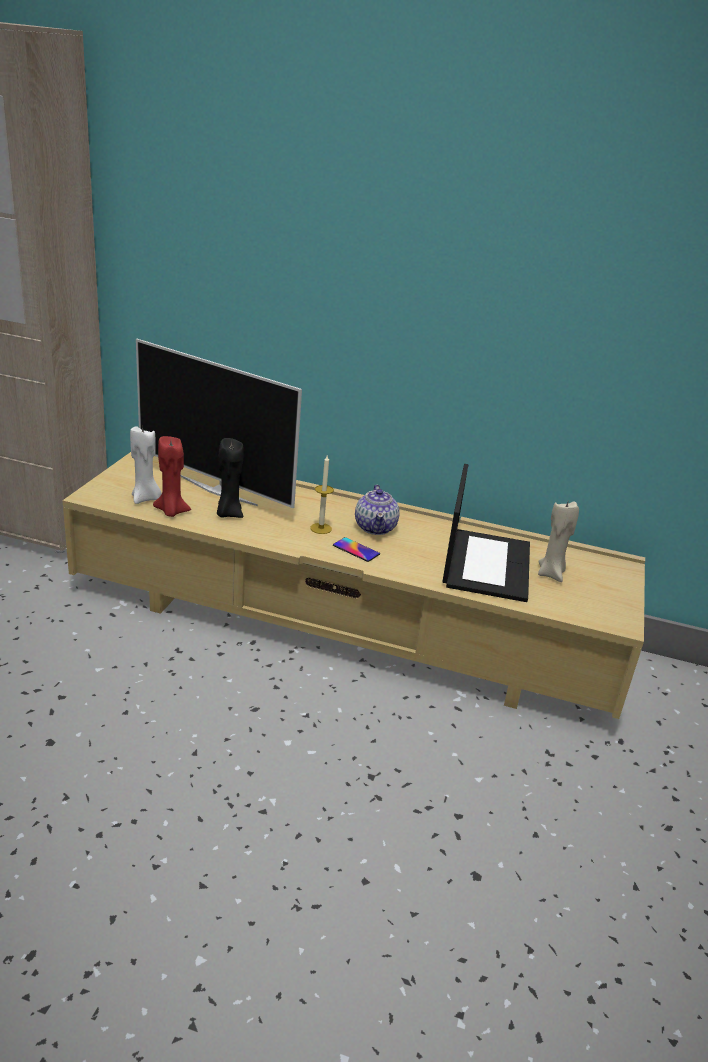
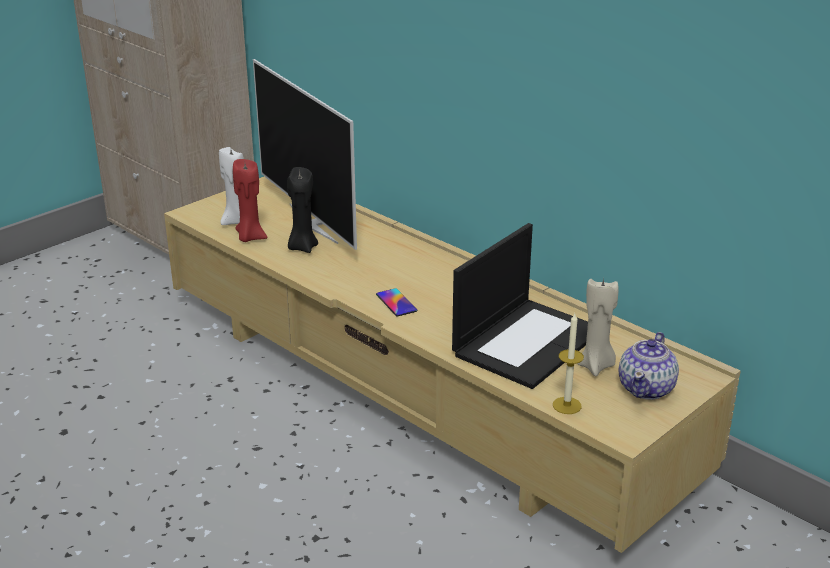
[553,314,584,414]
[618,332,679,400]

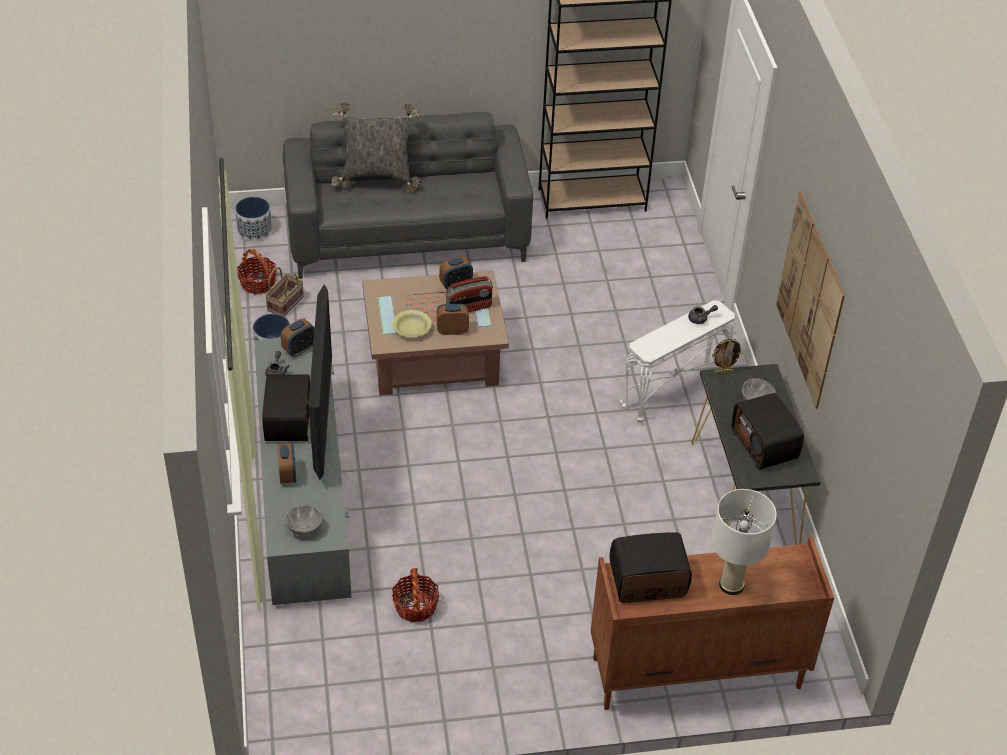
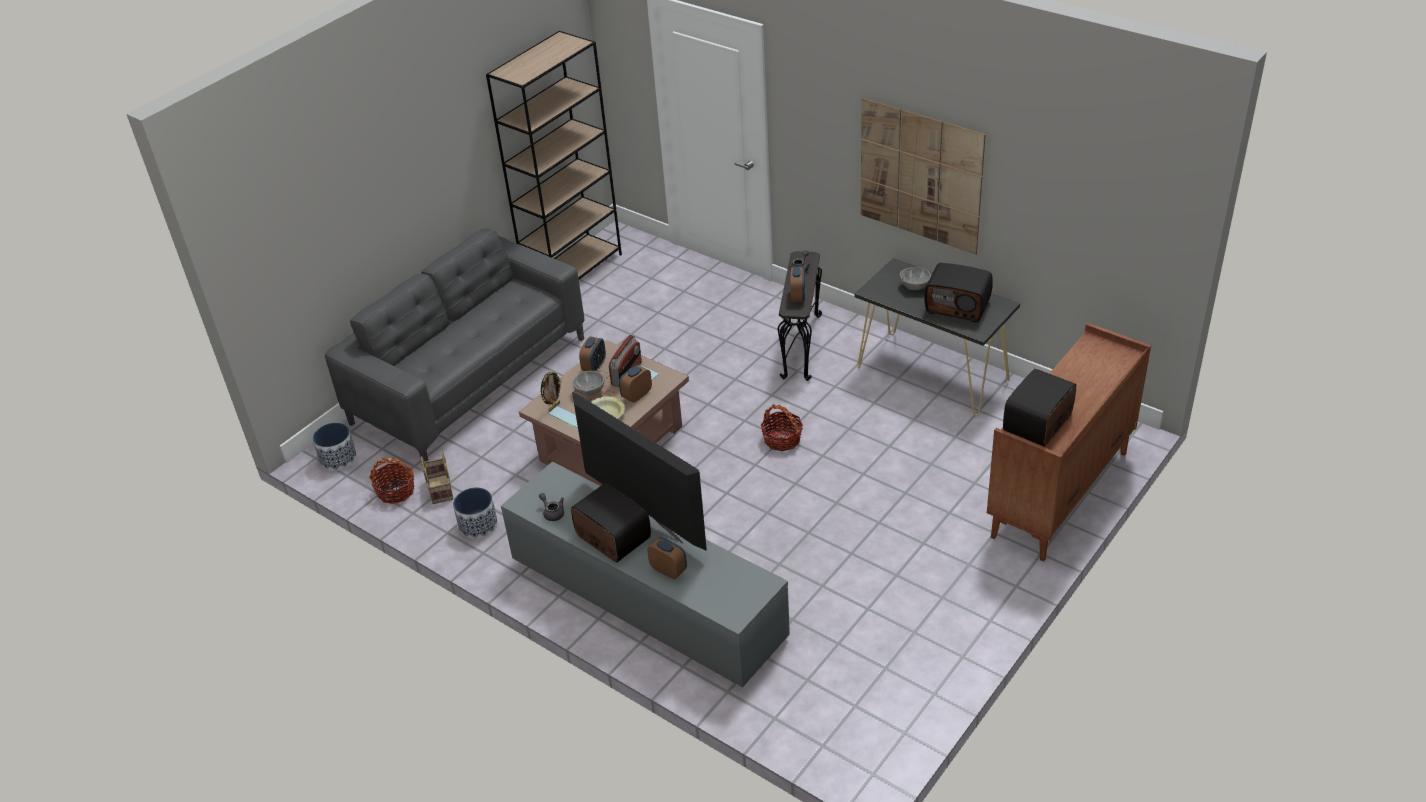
[331,103,422,193] (first image)
[778,251,822,381]
[791,267,805,302]
[541,371,562,412]
[712,489,777,595] (first image)
[572,371,604,396]
[760,404,803,451]

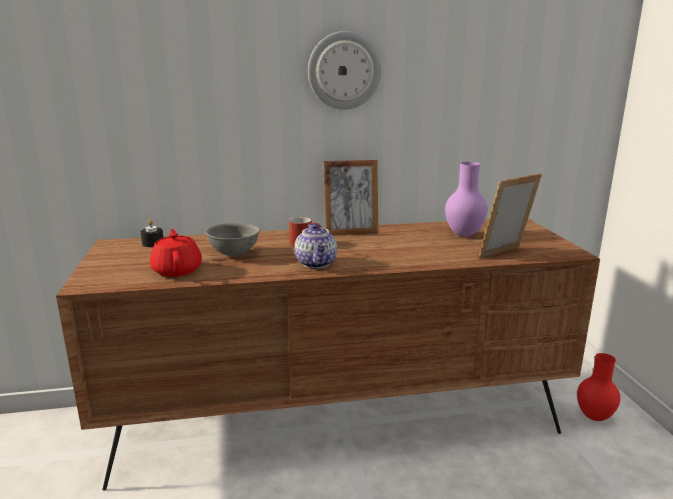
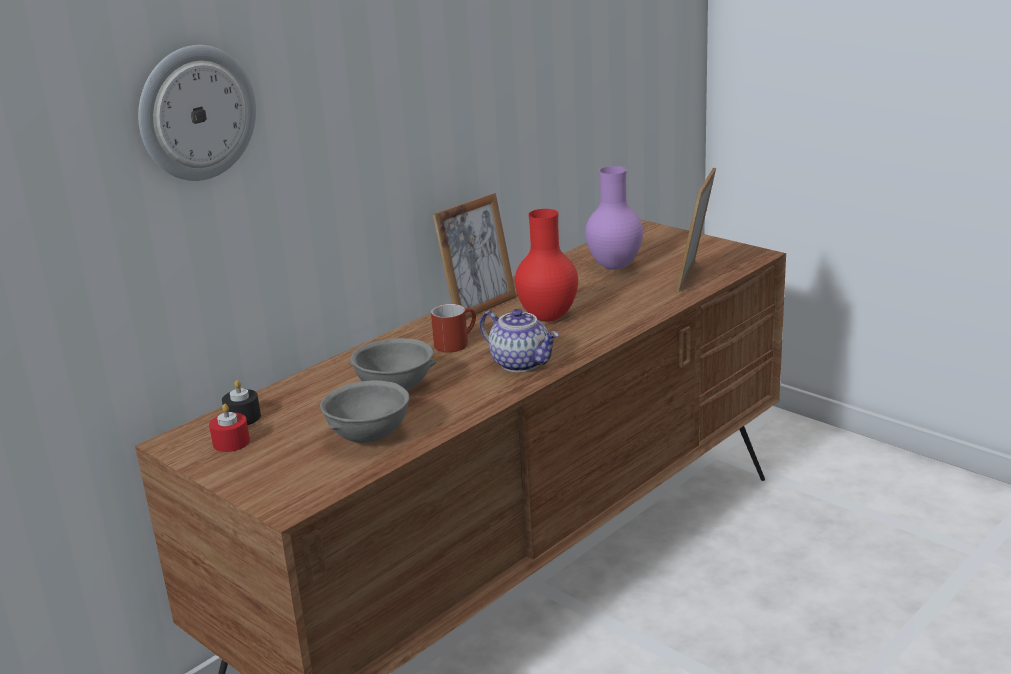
[138,45,256,181]
[320,380,409,443]
[515,209,578,322]
[209,404,250,452]

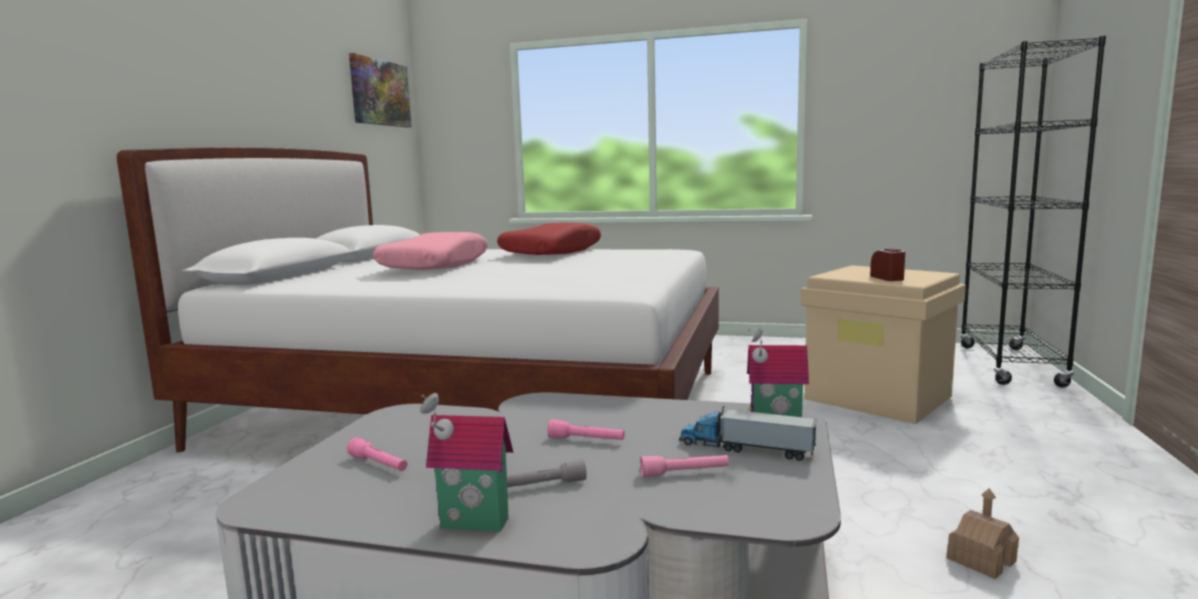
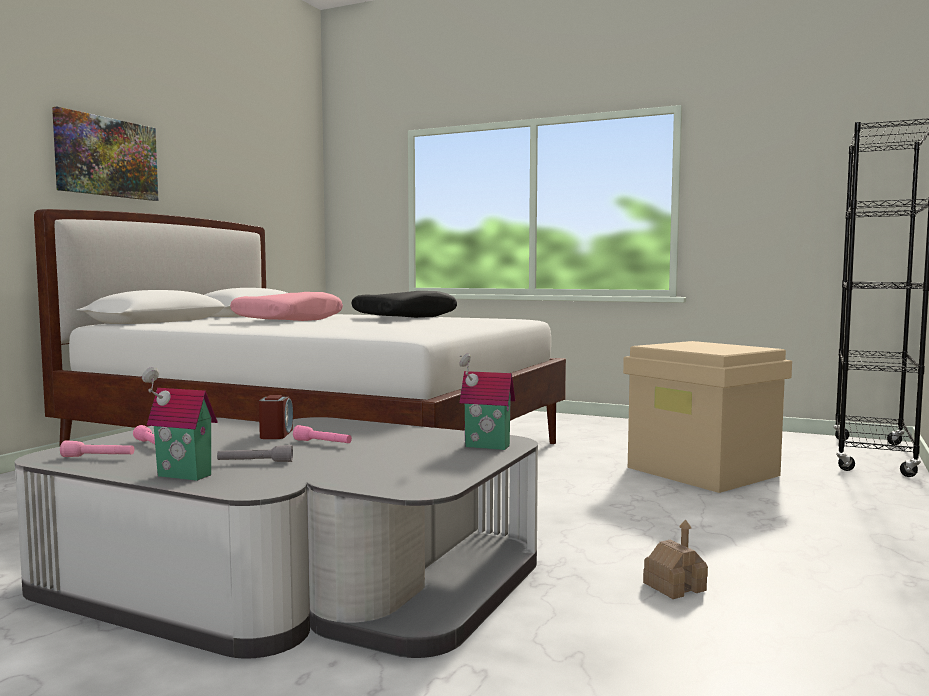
[52,107,158,201]
[351,291,457,318]
[259,395,293,439]
[679,406,817,461] (first image)
[60,440,134,457]

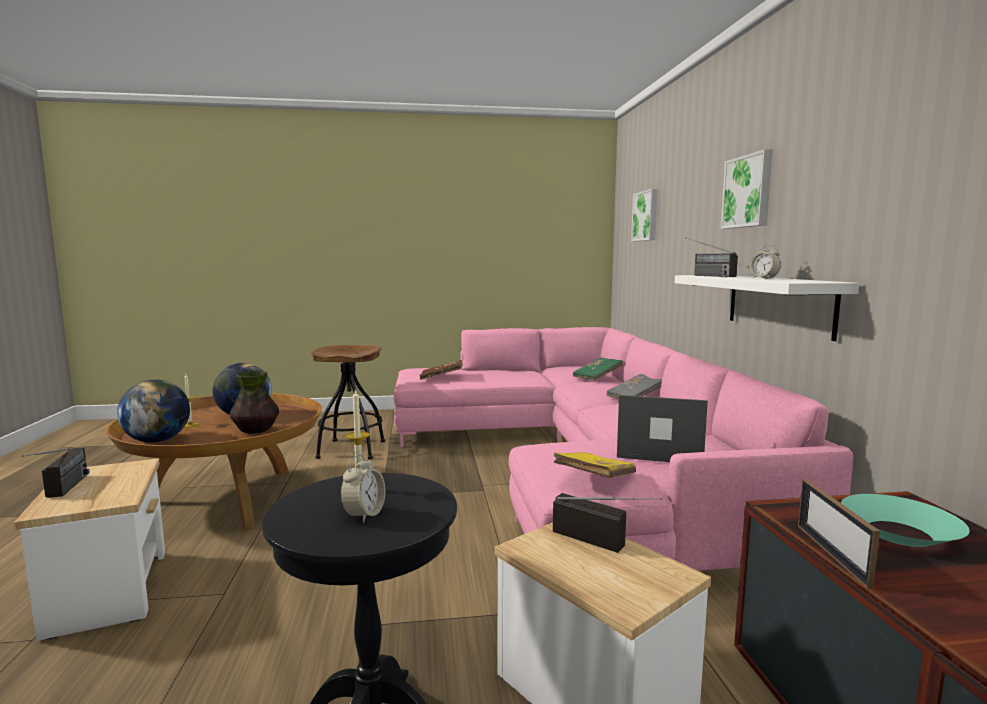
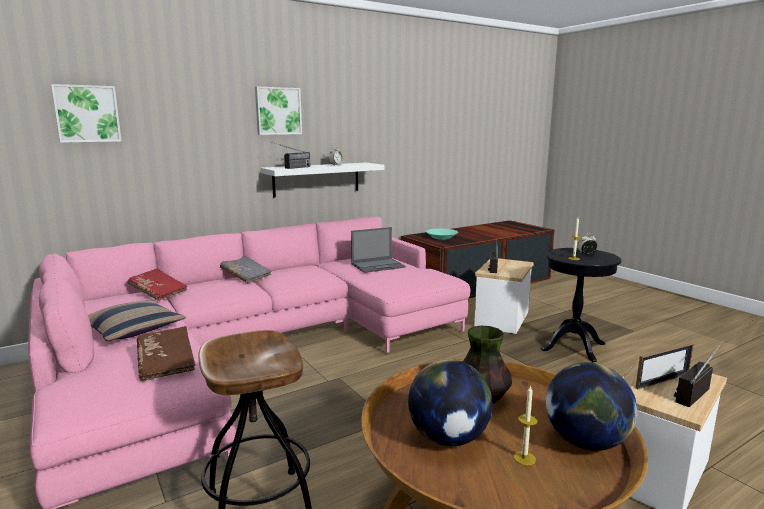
[128,269,188,301]
[351,227,406,273]
[553,452,636,478] (first image)
[635,343,693,389]
[88,299,186,341]

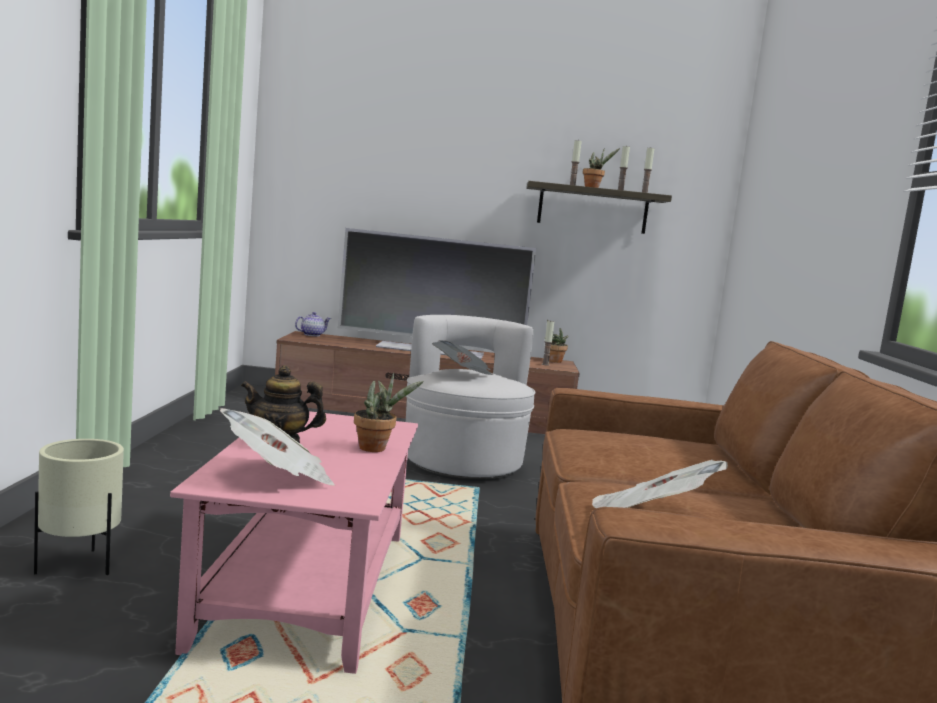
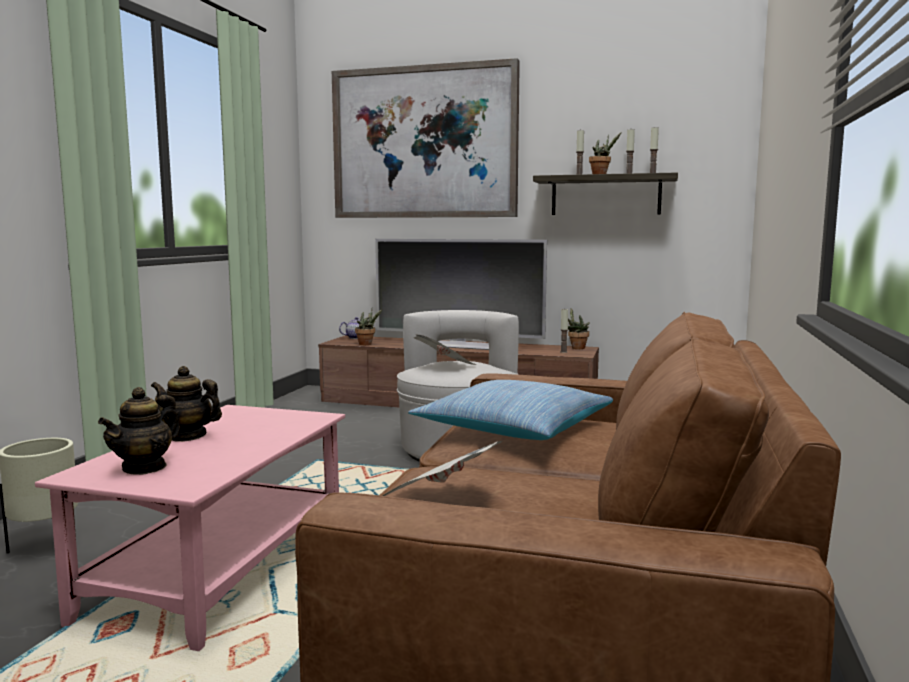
[355,308,383,345]
[98,387,180,475]
[332,58,520,218]
[408,380,613,440]

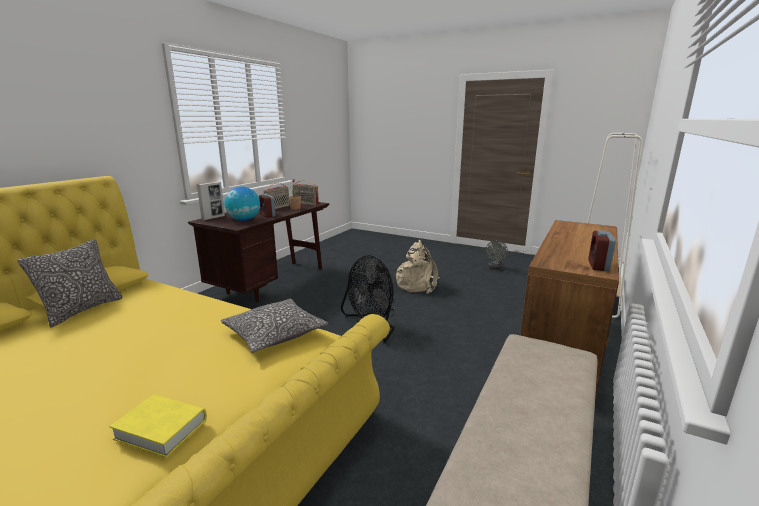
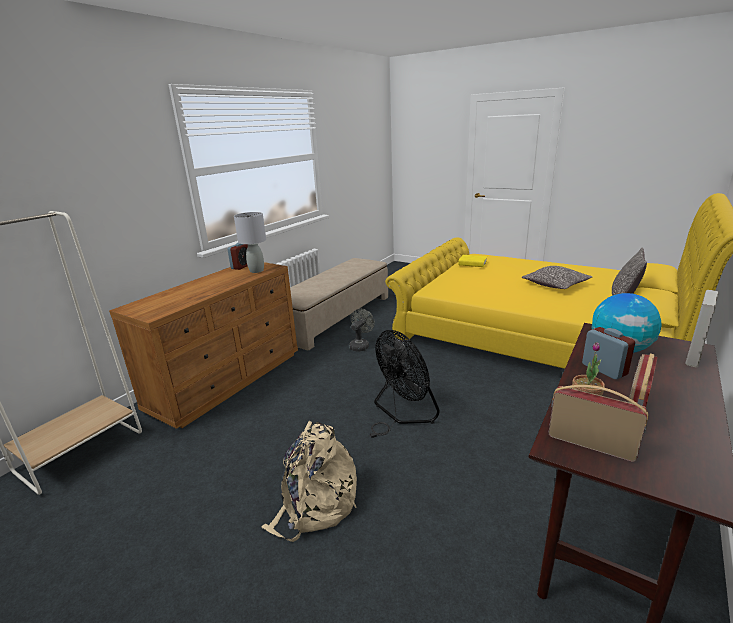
[349,308,375,352]
[521,266,593,289]
[234,212,266,273]

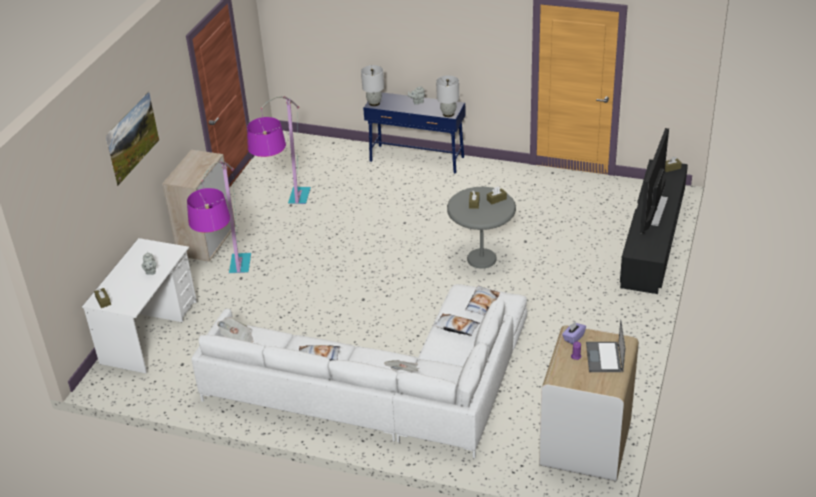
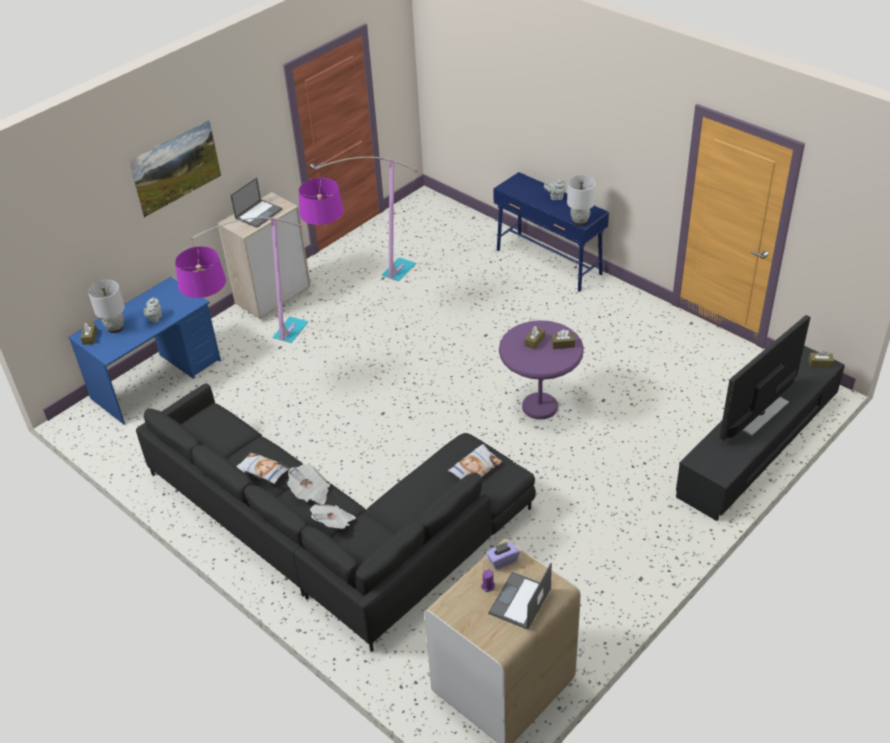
[88,280,125,333]
[499,320,584,420]
[68,277,221,425]
[136,384,536,652]
[432,314,480,336] (first image)
[287,464,330,504]
[230,177,282,228]

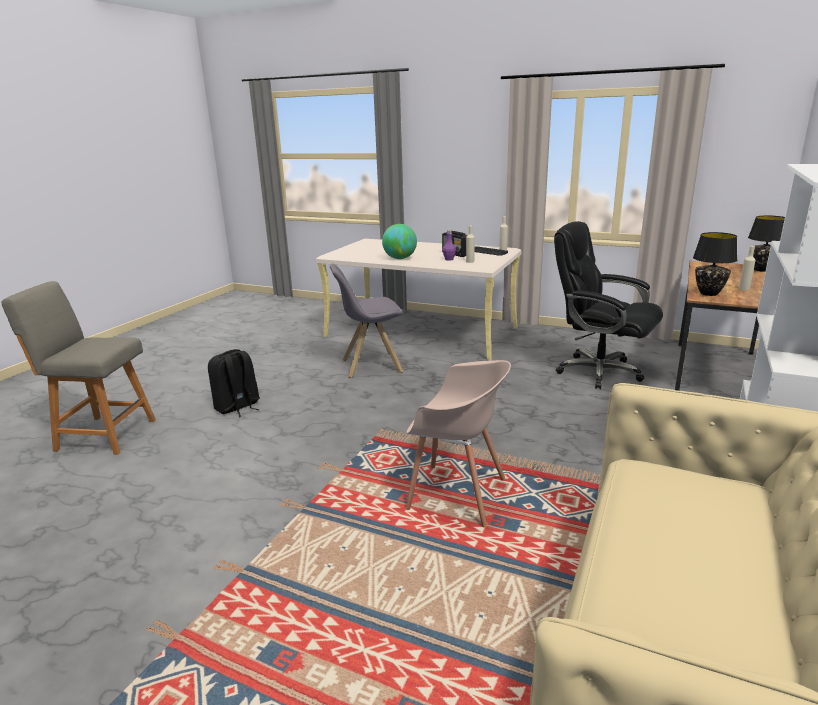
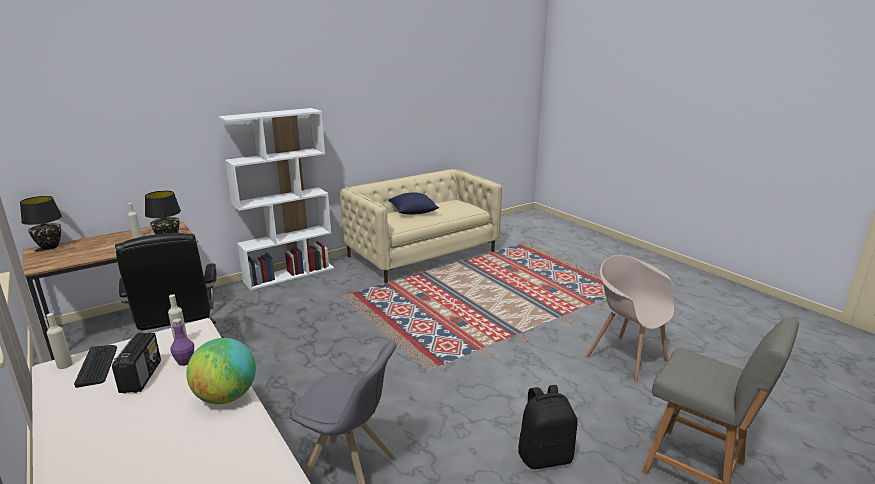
[586,255,674,382]
[388,192,439,214]

